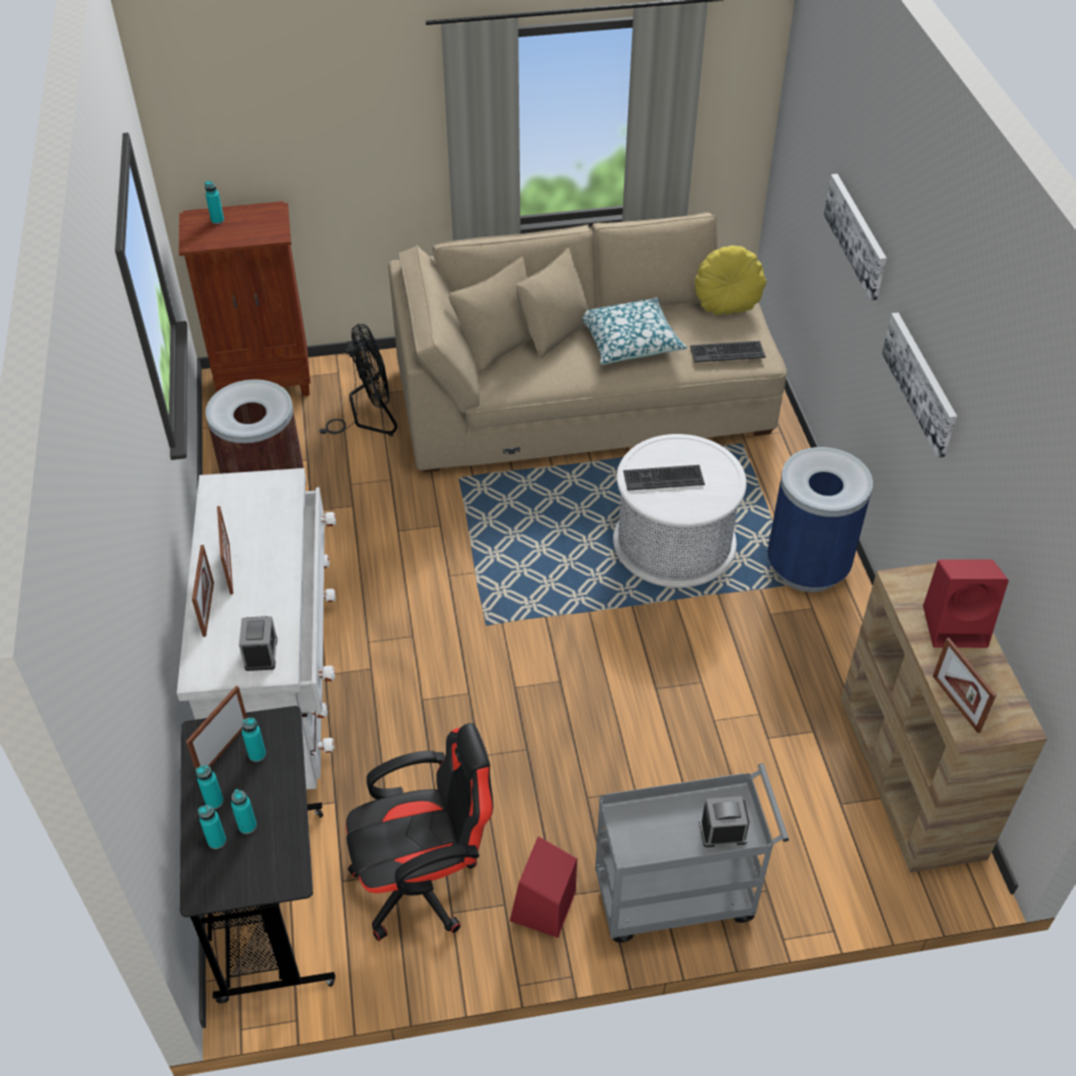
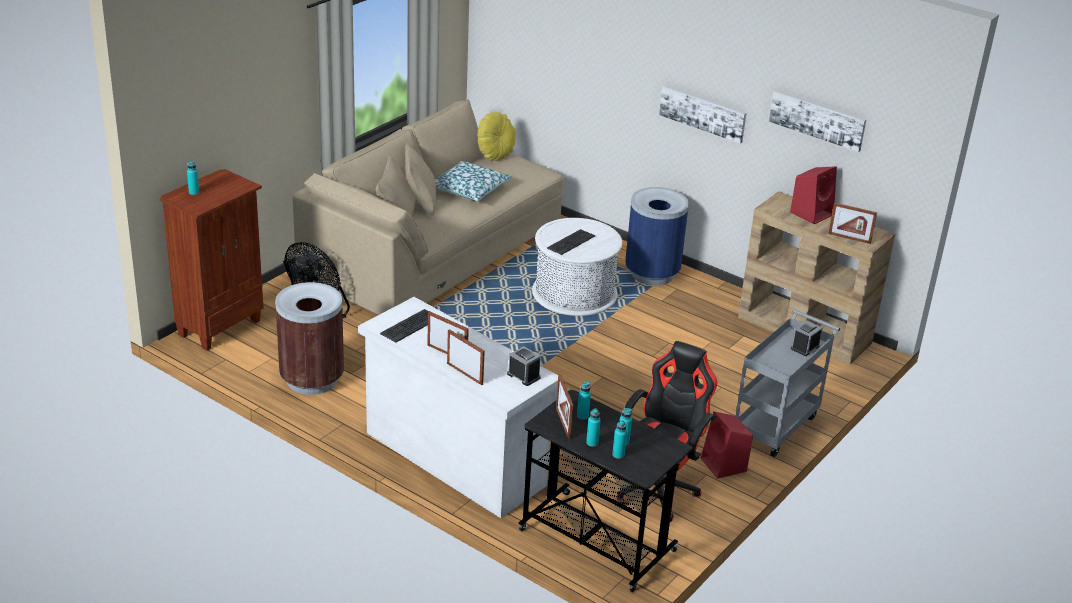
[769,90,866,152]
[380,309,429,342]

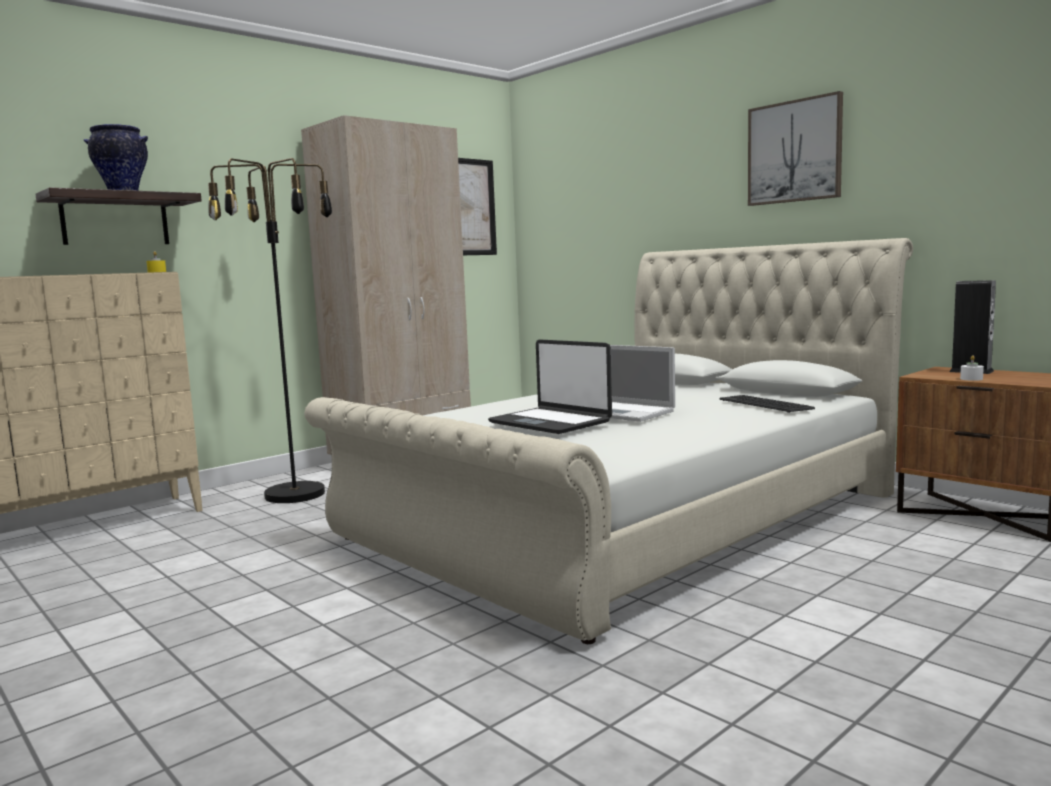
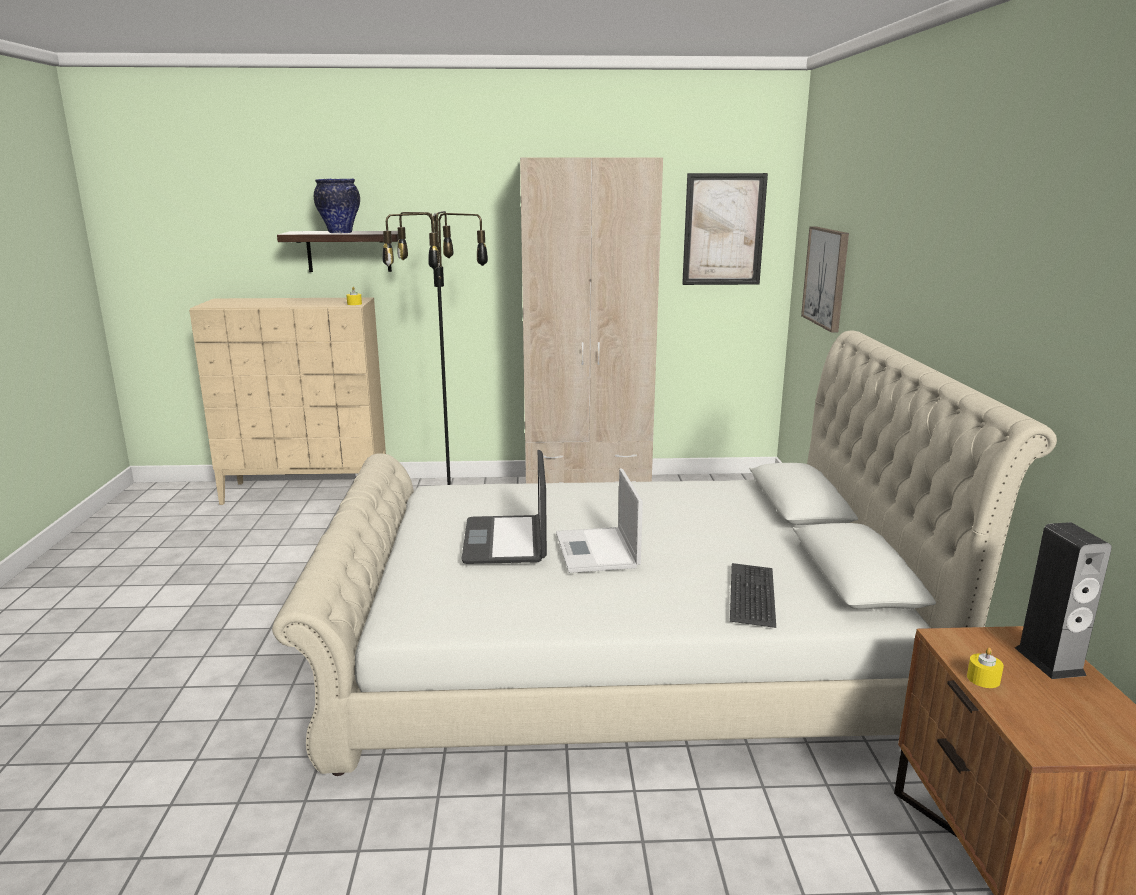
[801,226,849,333]
[967,647,1004,688]

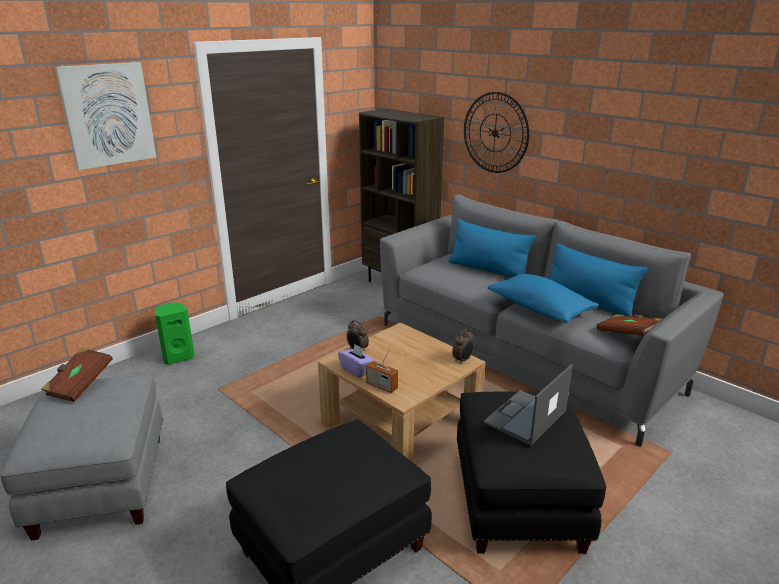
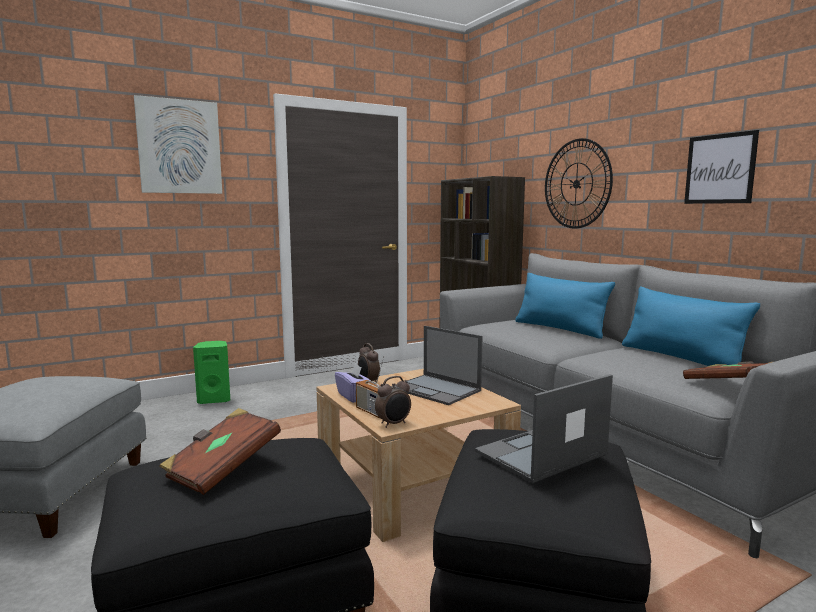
[487,273,599,323] (first image)
[375,376,411,428]
[159,408,281,495]
[684,130,759,204]
[394,326,482,405]

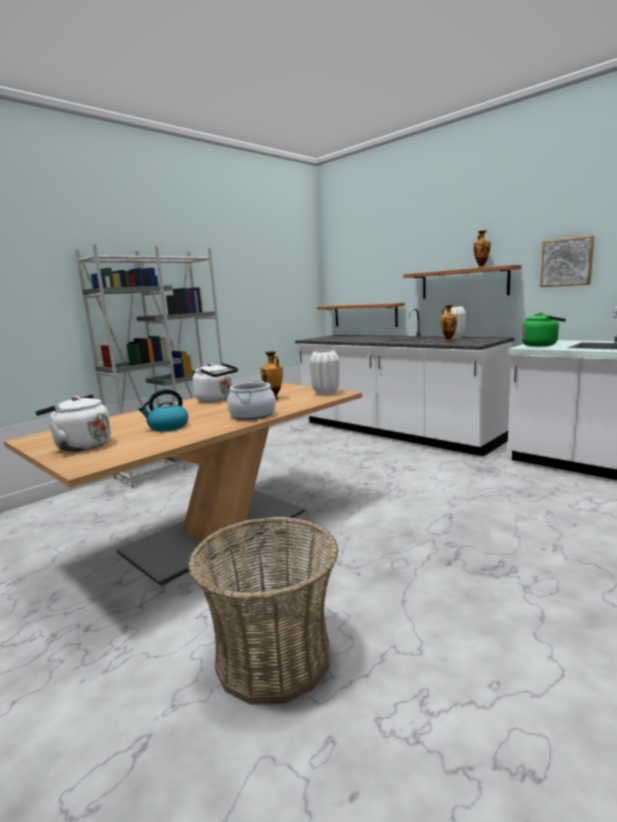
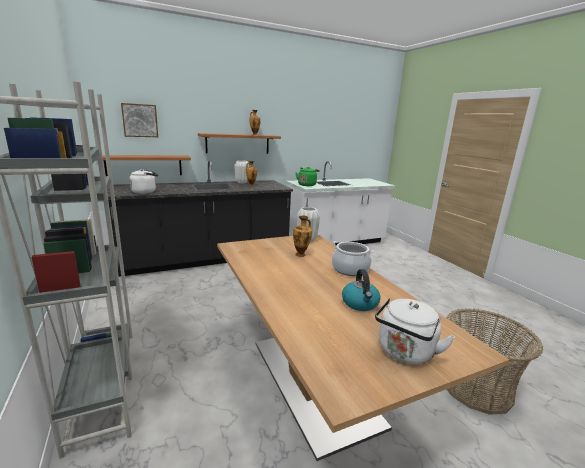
[121,103,158,137]
[107,161,293,277]
[129,169,158,194]

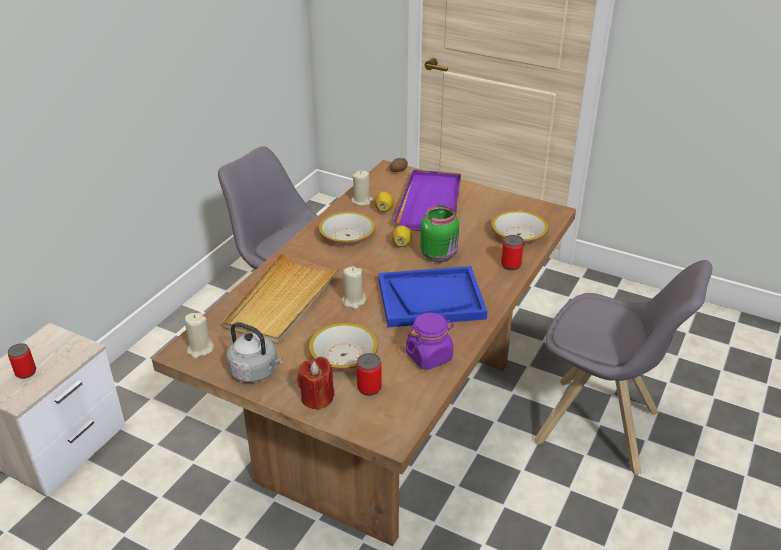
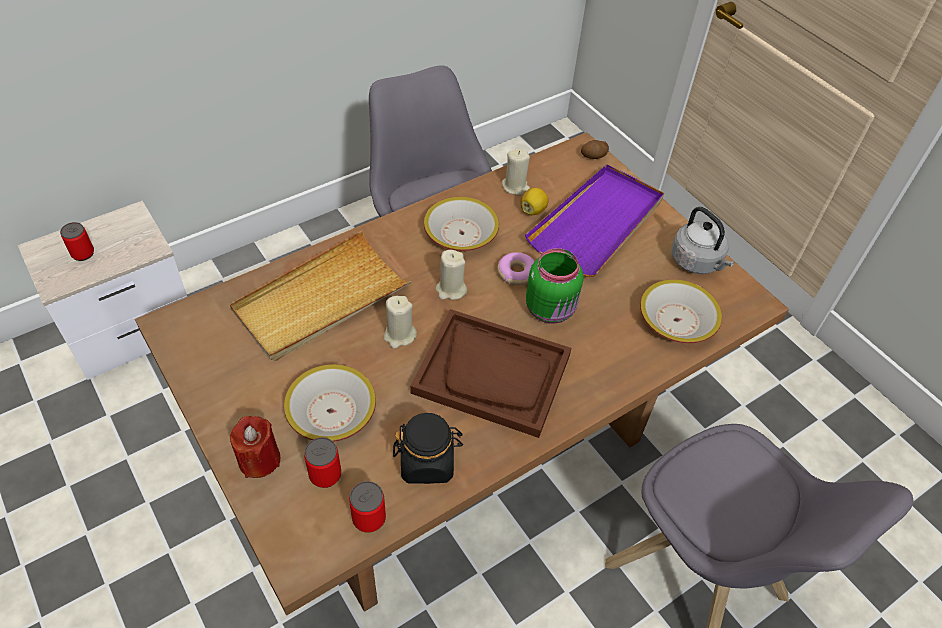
[498,252,535,286]
[349,481,386,533]
[410,309,572,438]
[436,250,467,300]
[393,413,463,484]
[671,207,735,274]

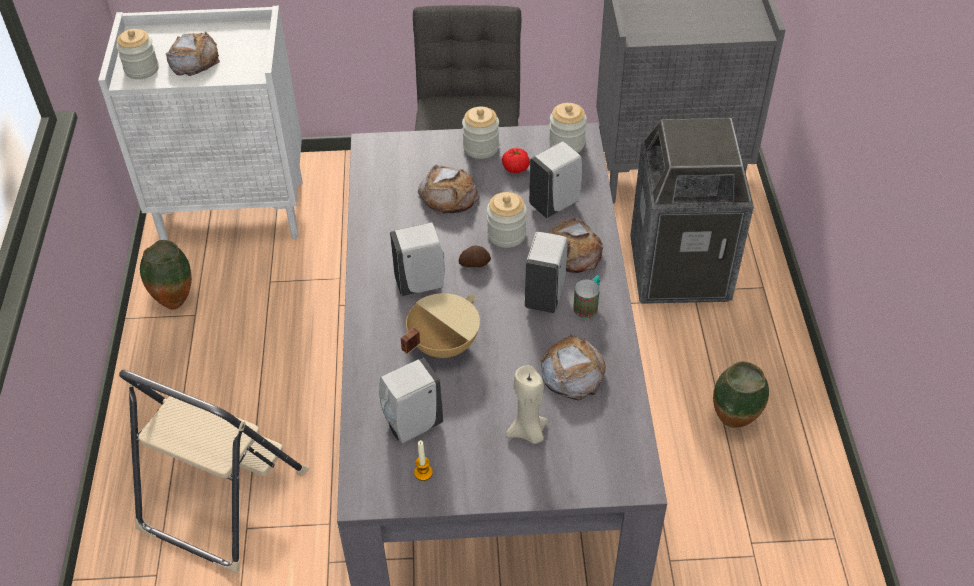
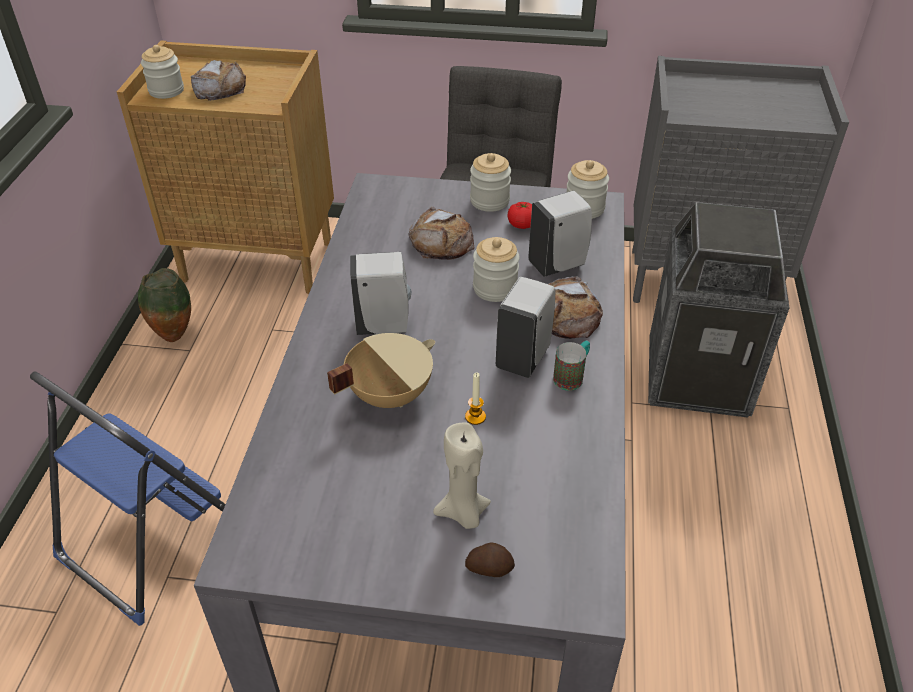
[117,40,334,294]
[465,542,515,577]
[541,334,606,401] (first image)
[380,358,443,443] (first image)
[713,361,769,428] (first image)
[30,372,226,626]
[465,373,486,425]

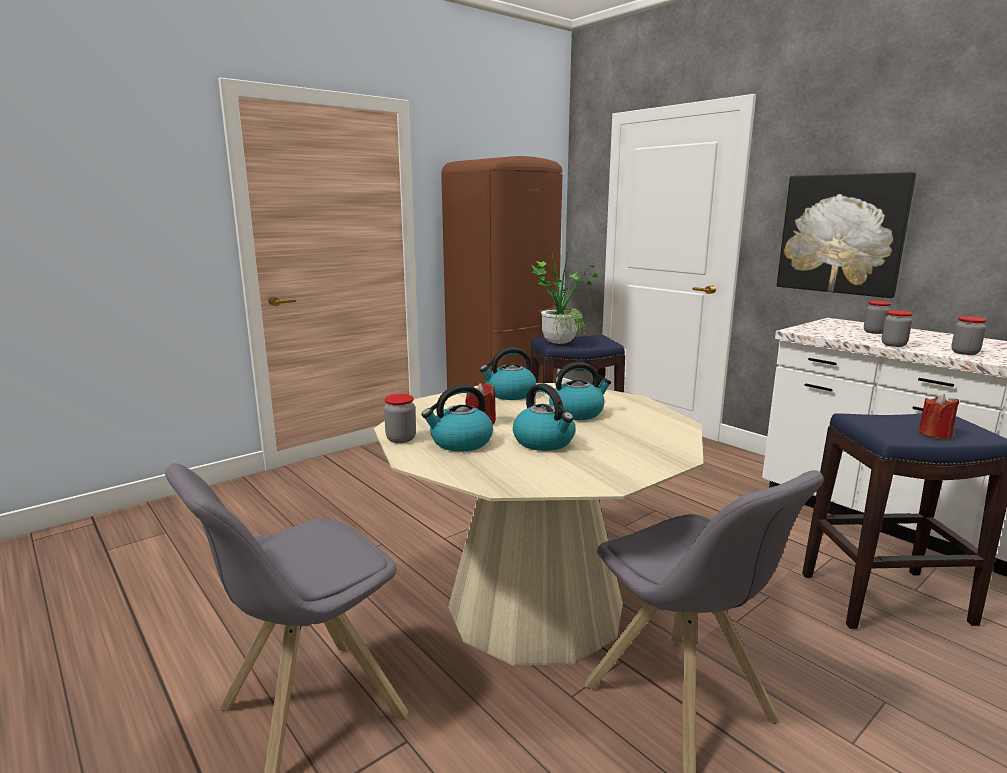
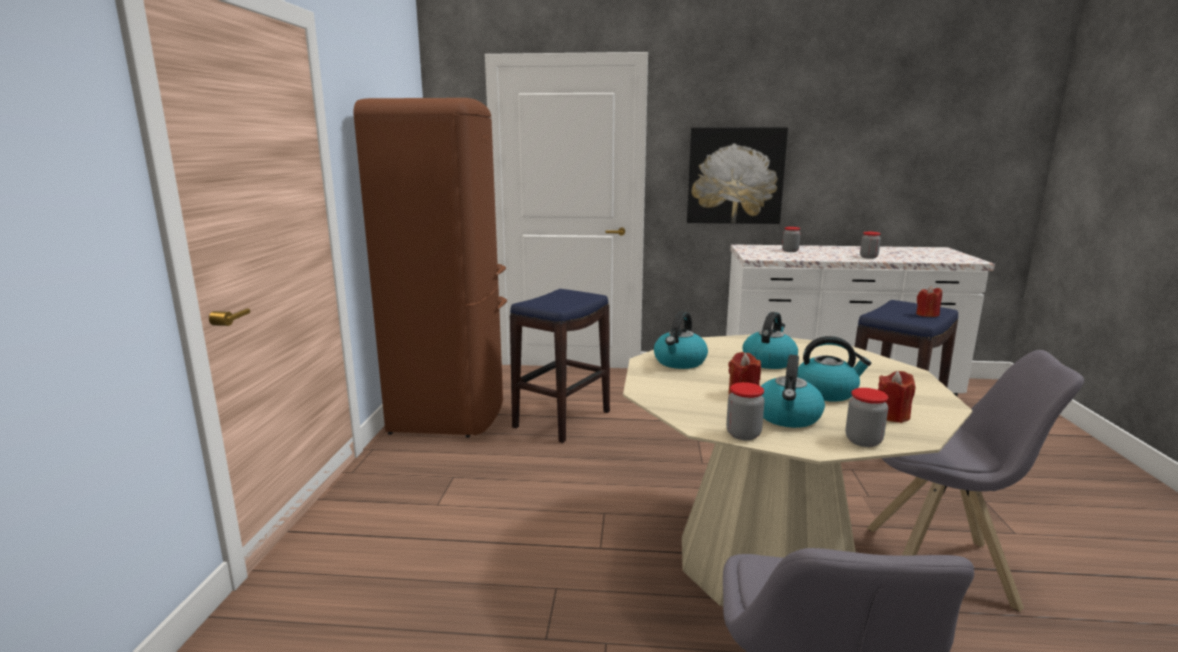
[532,240,599,344] (first image)
[846,388,889,447]
[878,371,916,423]

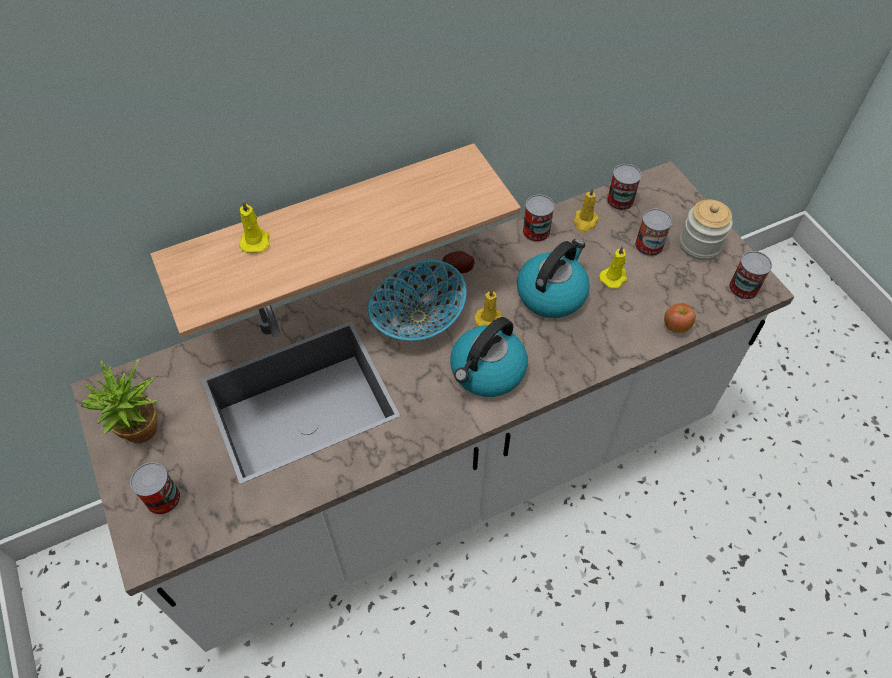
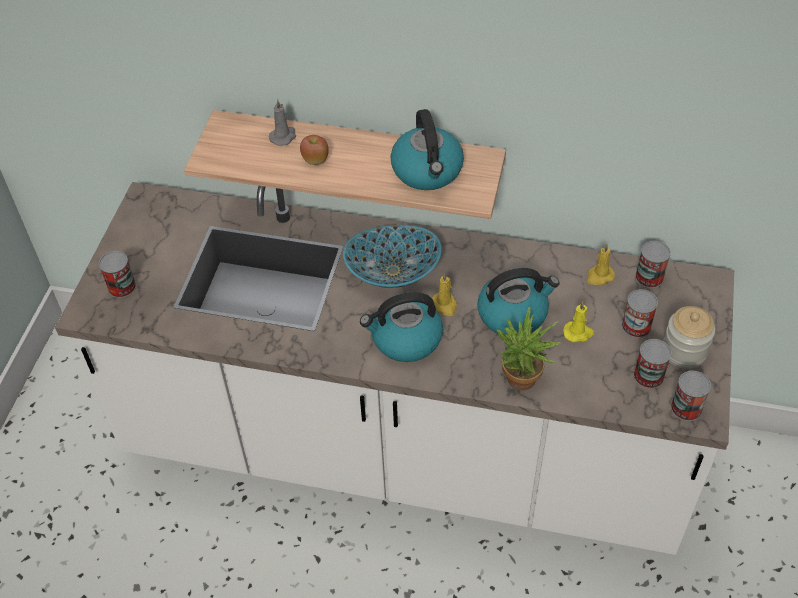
[634,339,672,389]
[269,99,296,146]
[442,251,475,273] (first image)
[300,135,329,165]
[496,306,561,390]
[391,109,464,190]

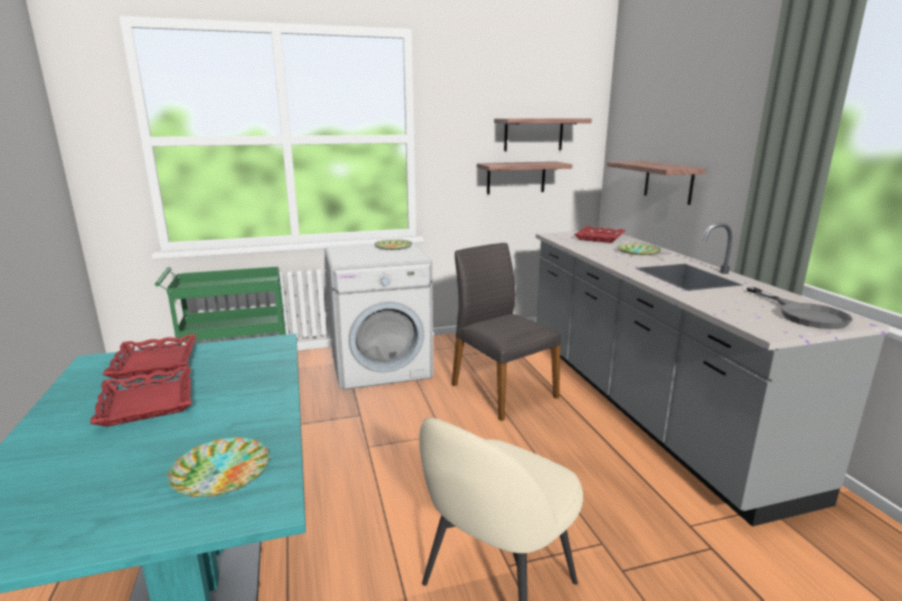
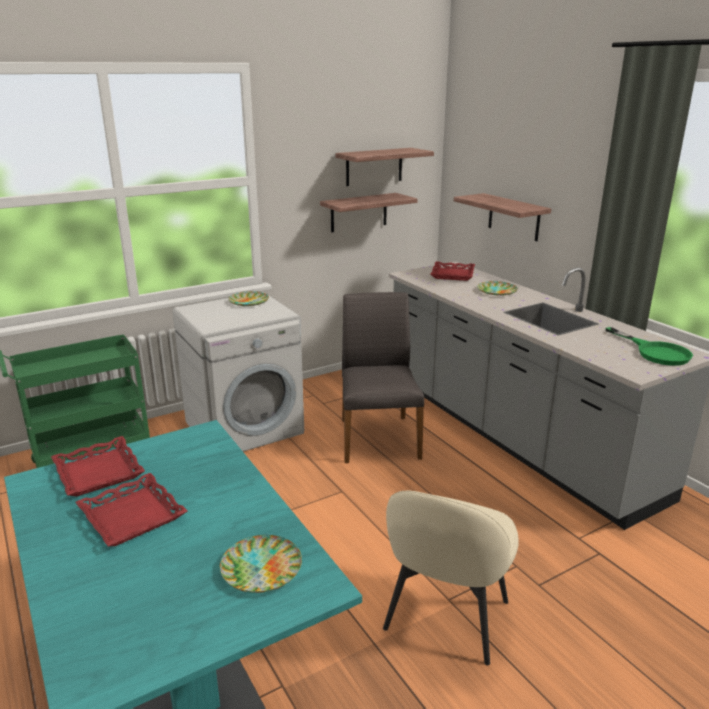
[342,292,424,463]
[605,327,693,366]

